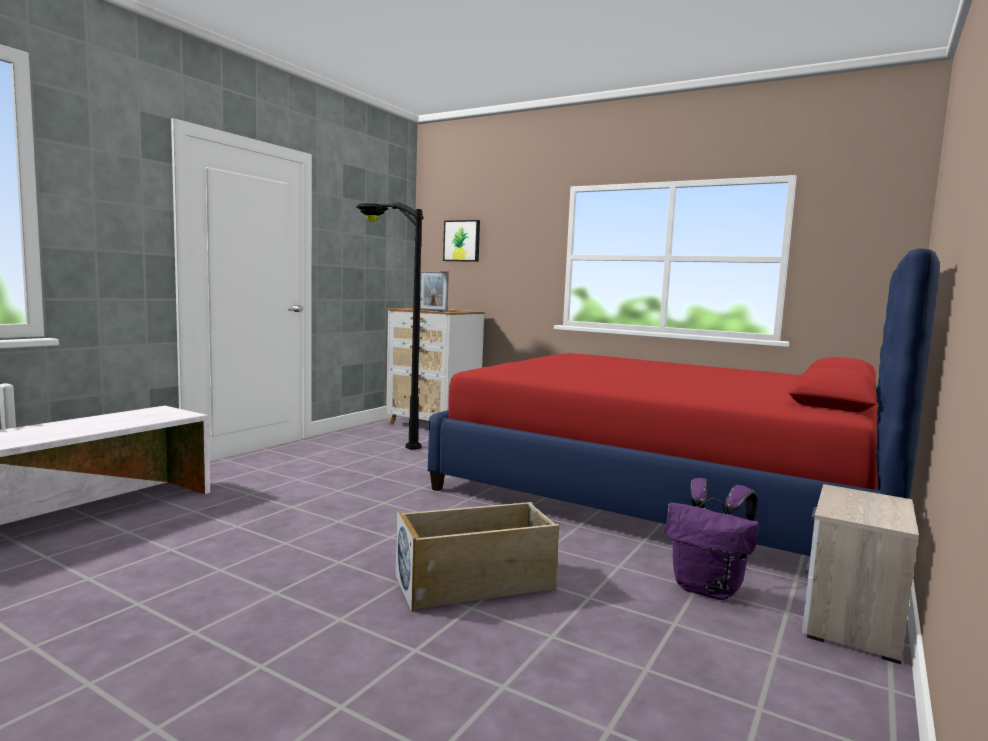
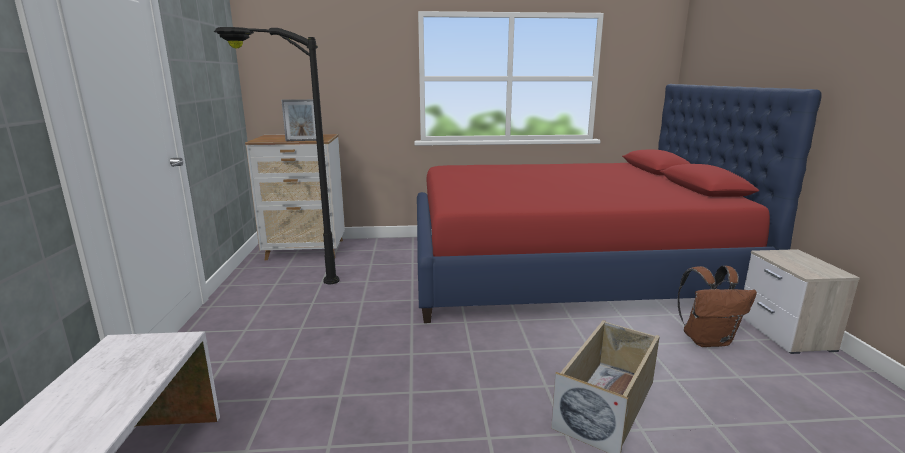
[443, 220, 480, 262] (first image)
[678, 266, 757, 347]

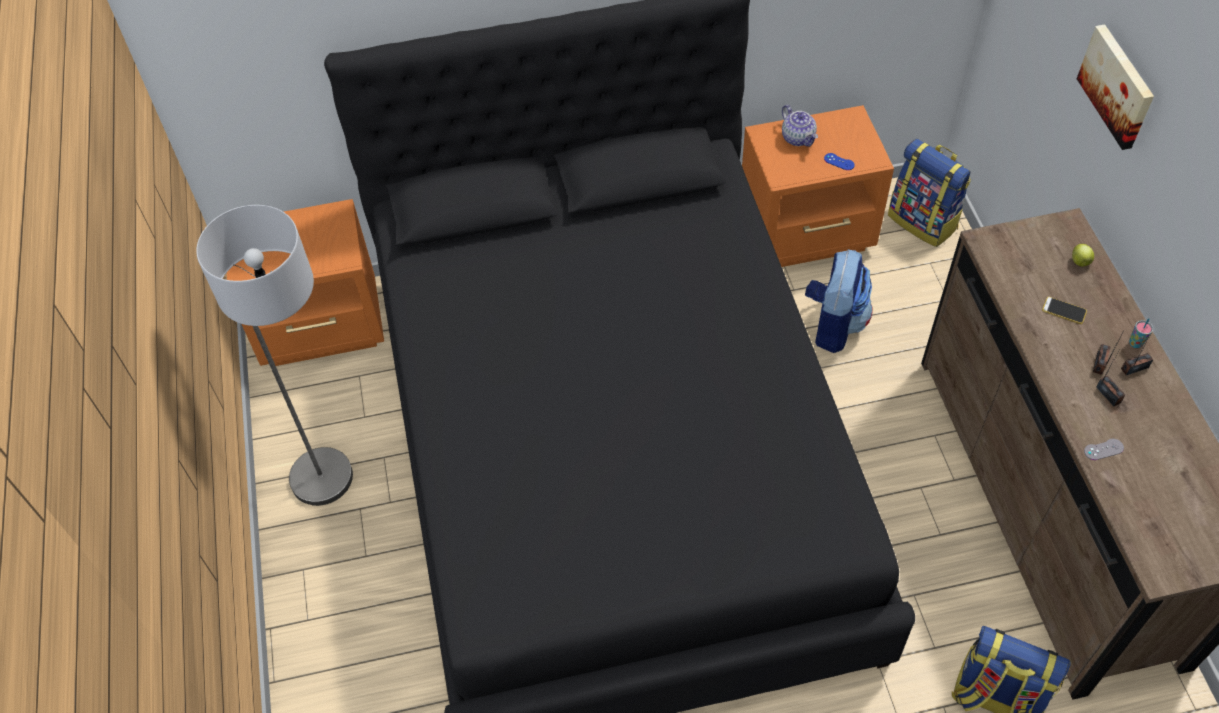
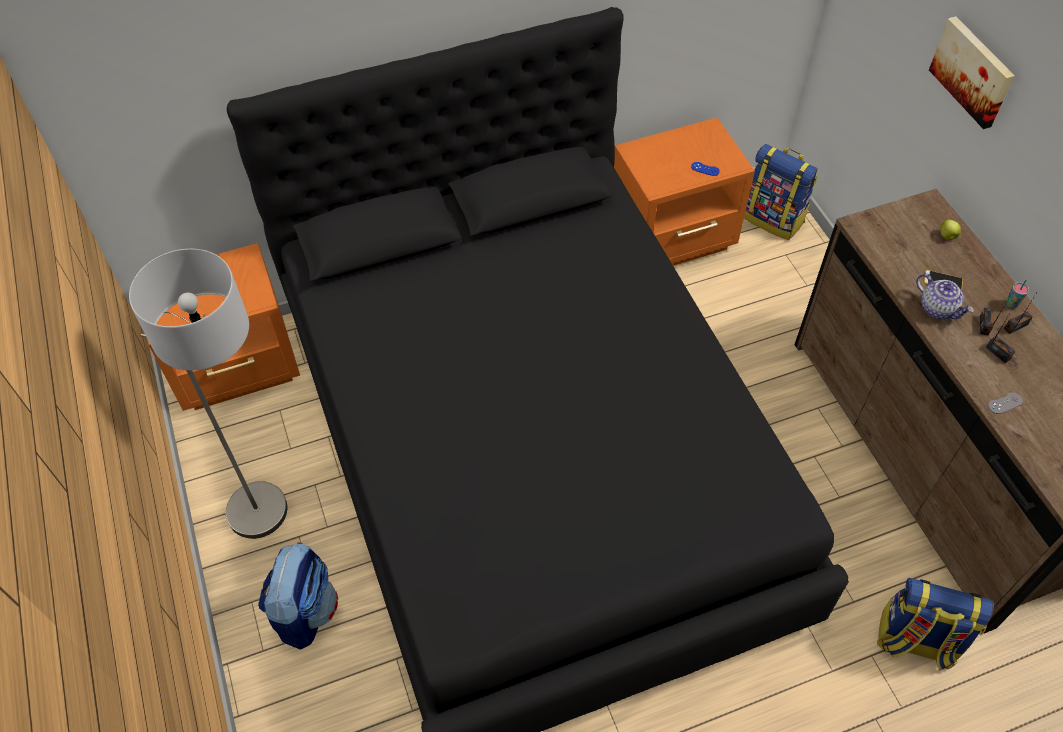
[916, 273, 974, 319]
[258, 543, 338, 649]

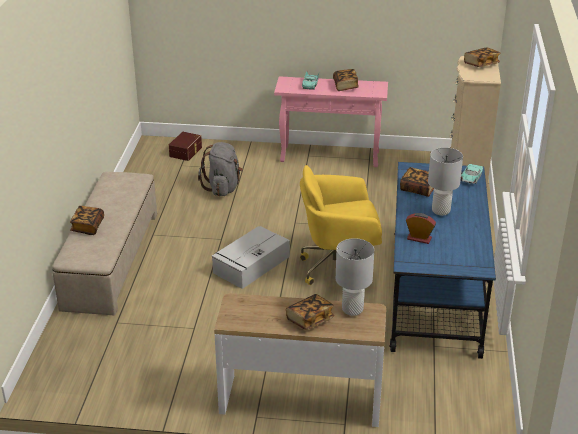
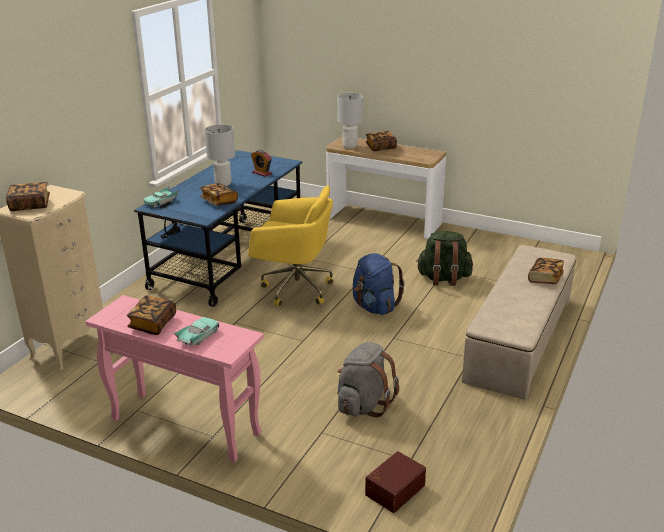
[416, 231, 473, 286]
[353, 253, 405, 315]

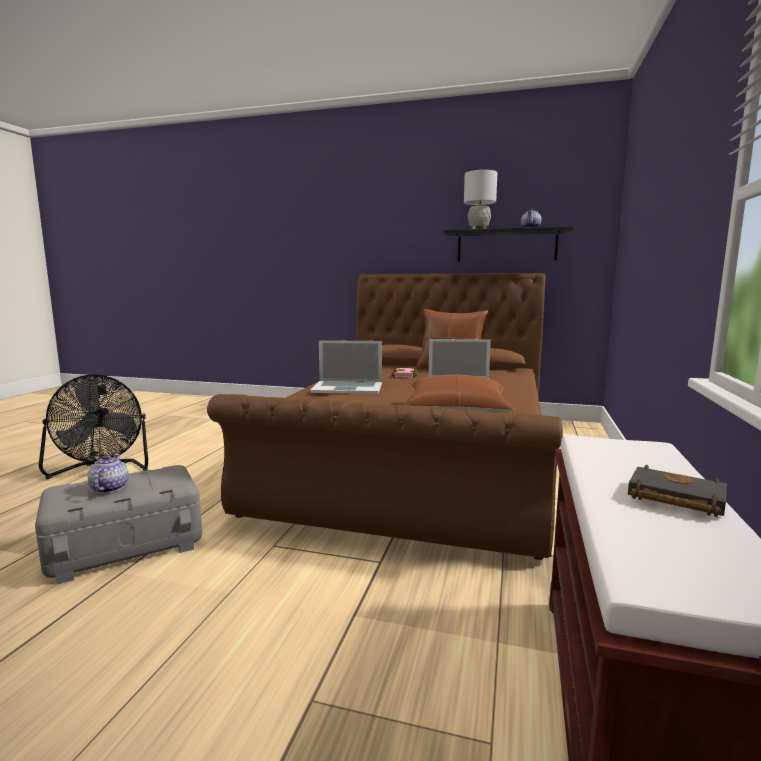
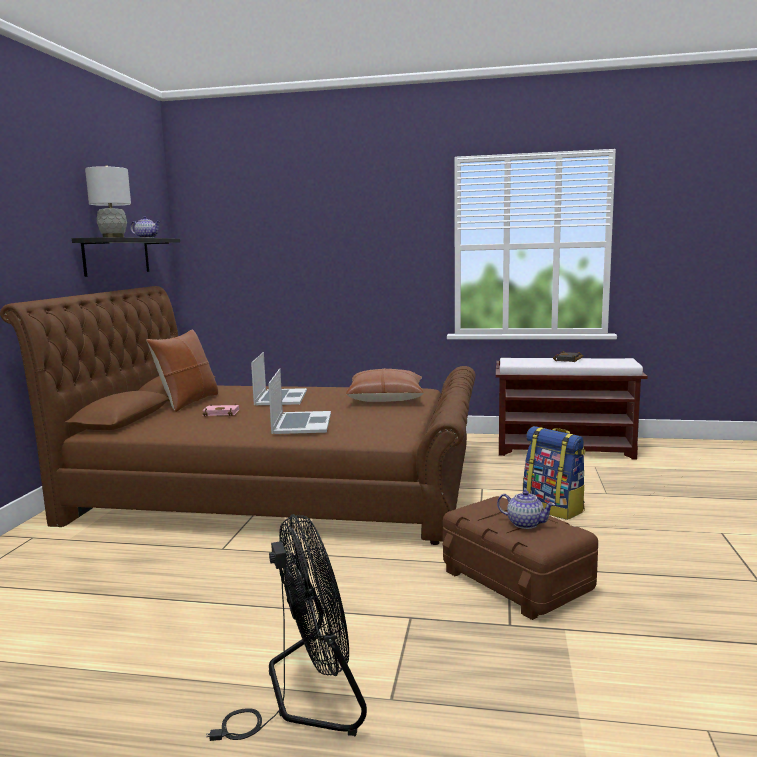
[523, 426, 586, 520]
[442, 496, 598, 620]
[497, 491, 555, 529]

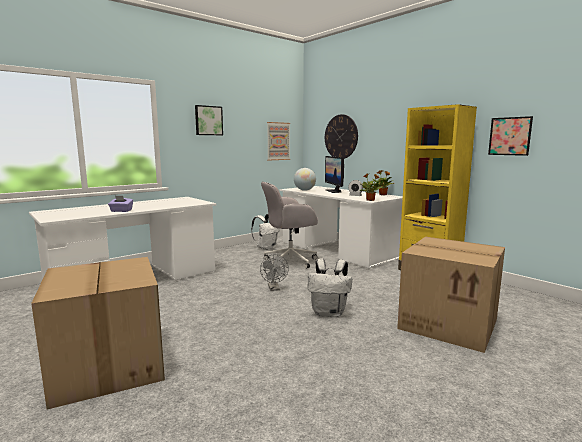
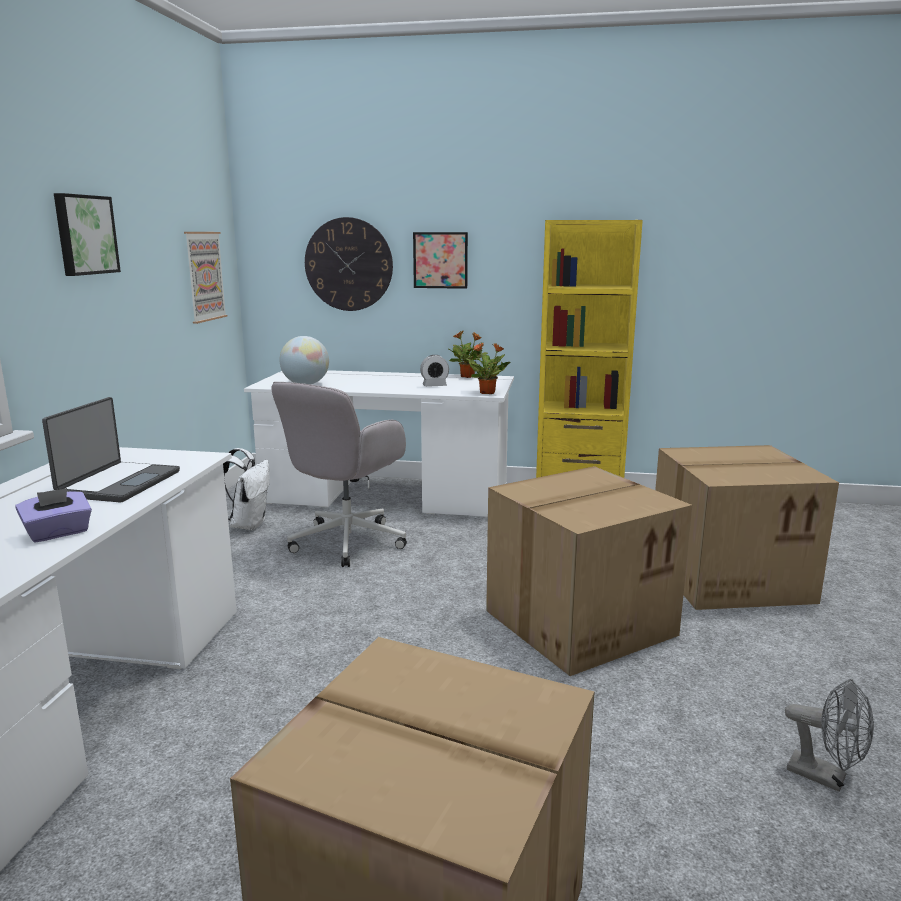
[325, 156, 344, 193] (first image)
[42, 397, 180, 502]
[785, 679, 874, 792]
[413, 232, 468, 289]
[486, 466, 692, 676]

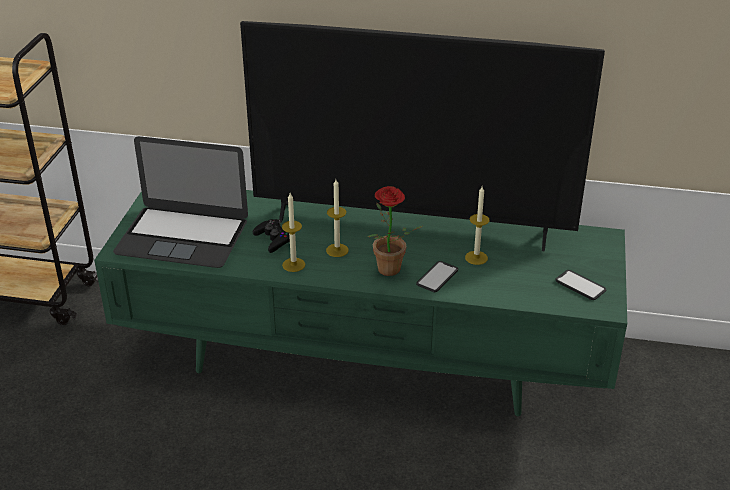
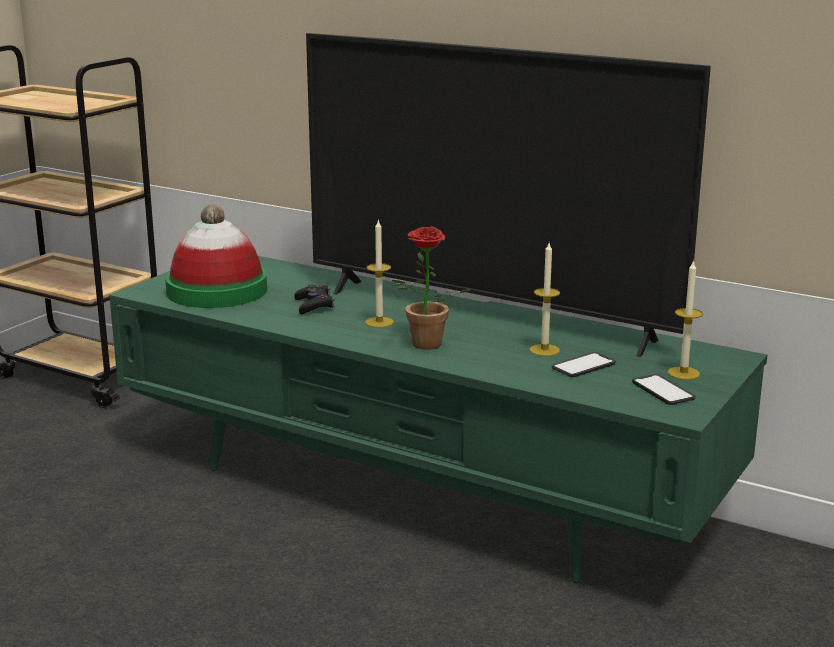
[668, 260, 703, 380]
[551, 352, 616, 377]
[165, 204, 267, 308]

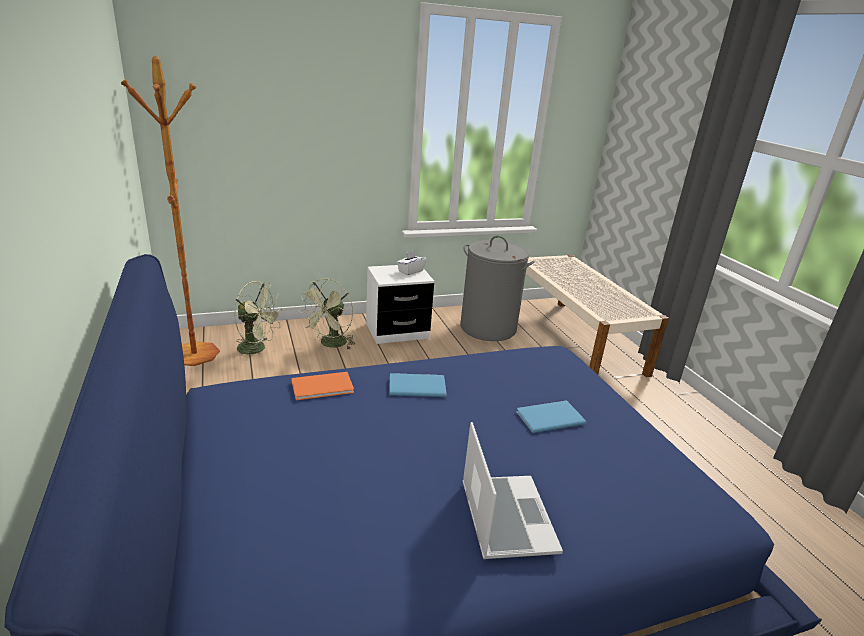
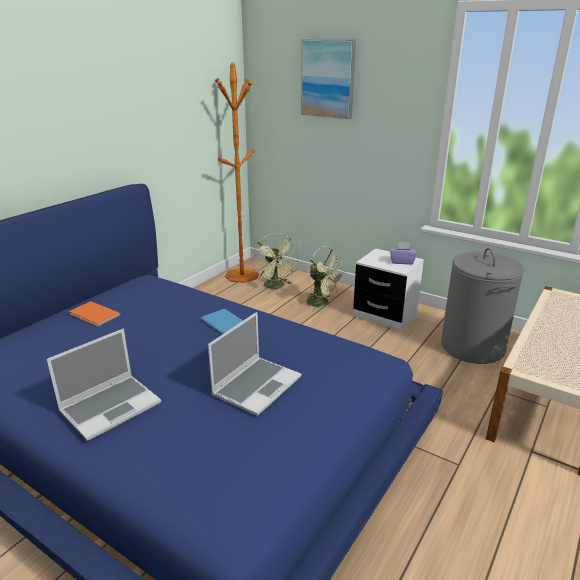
[301, 39, 356, 119]
[69, 301, 121, 327]
[208, 312, 301, 416]
[390, 242, 417, 265]
[306, 246, 346, 311]

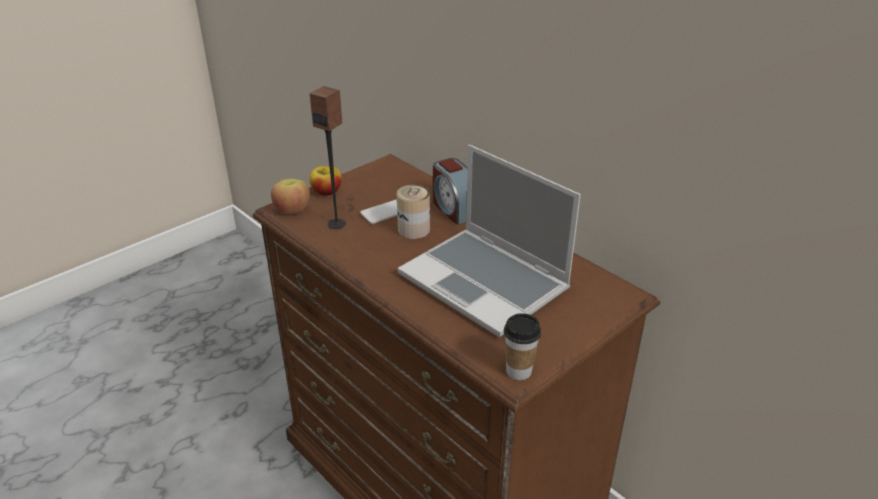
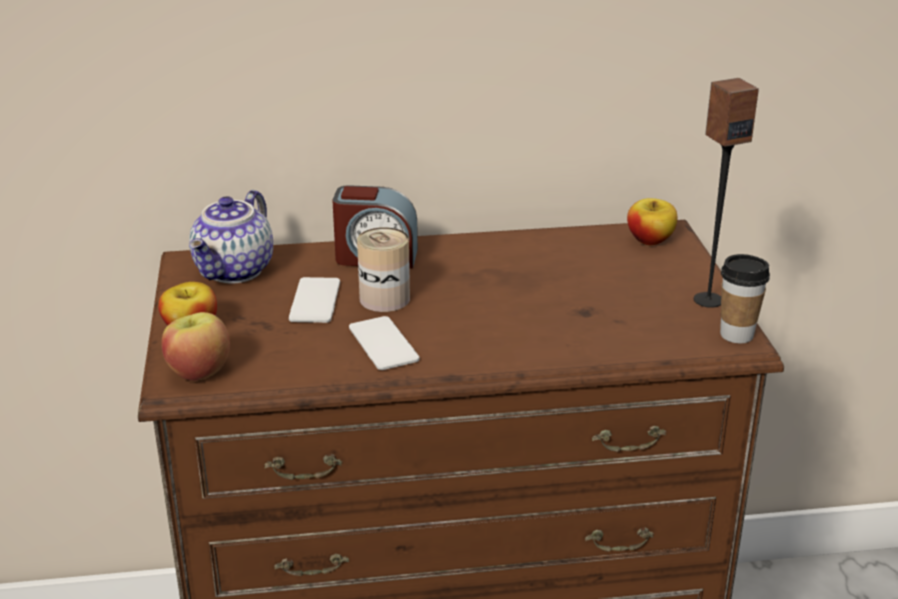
[398, 145, 581, 337] (first image)
[189, 190, 273, 284]
[349, 316, 419, 370]
[627, 198, 678, 245]
[694, 78, 759, 308]

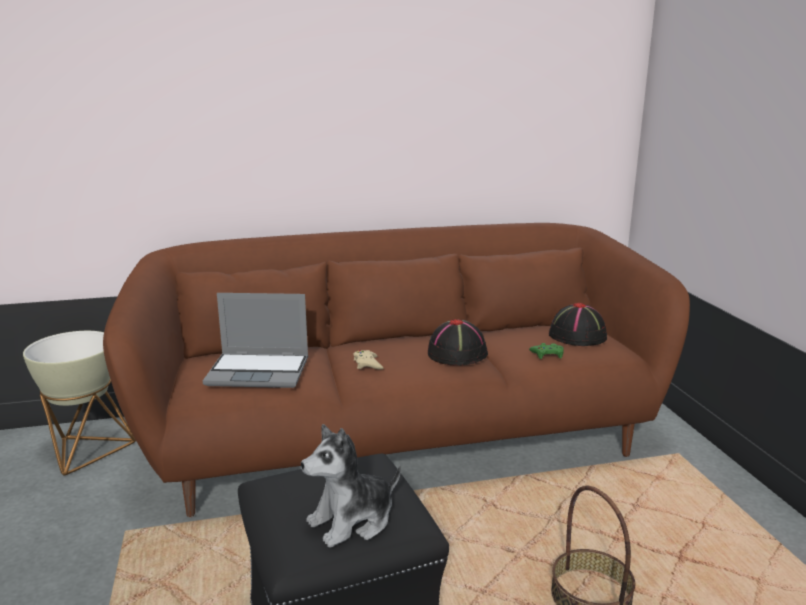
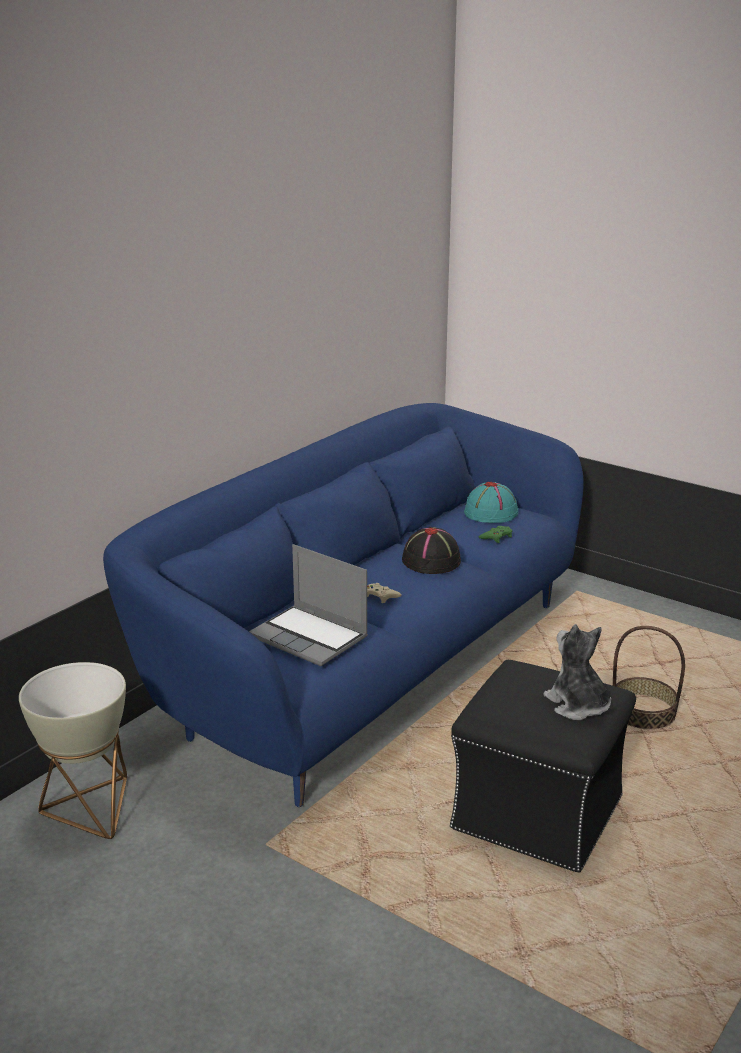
[103, 403, 584, 807]
[464, 482, 519, 523]
[249, 544, 368, 666]
[543, 624, 611, 720]

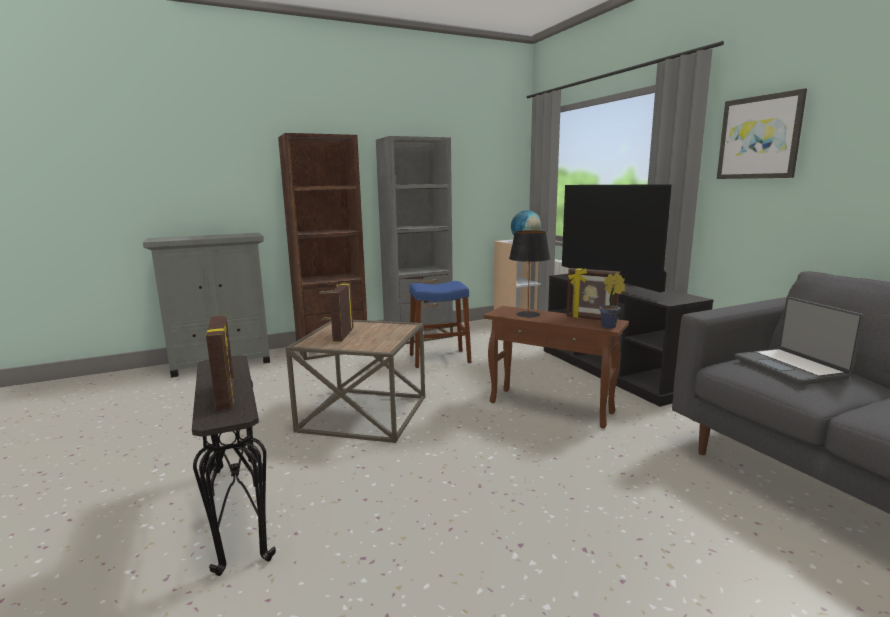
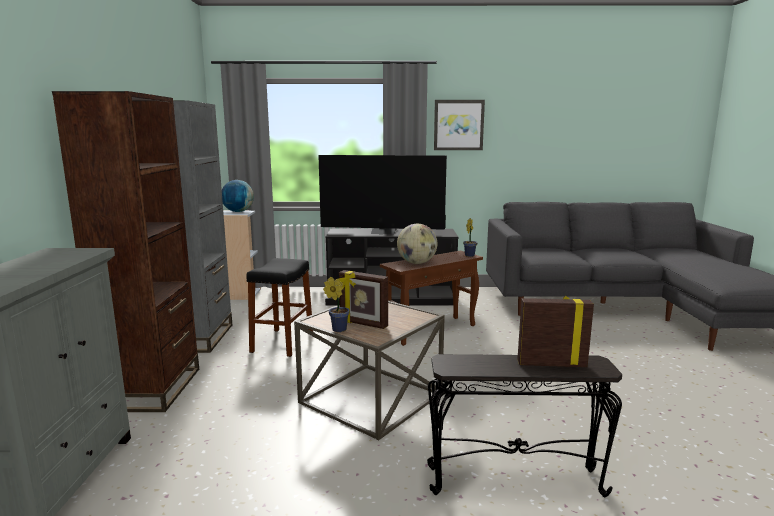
[566, 268, 620, 320] (first image)
[735, 297, 864, 385] (first image)
[323, 277, 350, 332]
[397, 224, 437, 264]
[246, 258, 313, 357]

